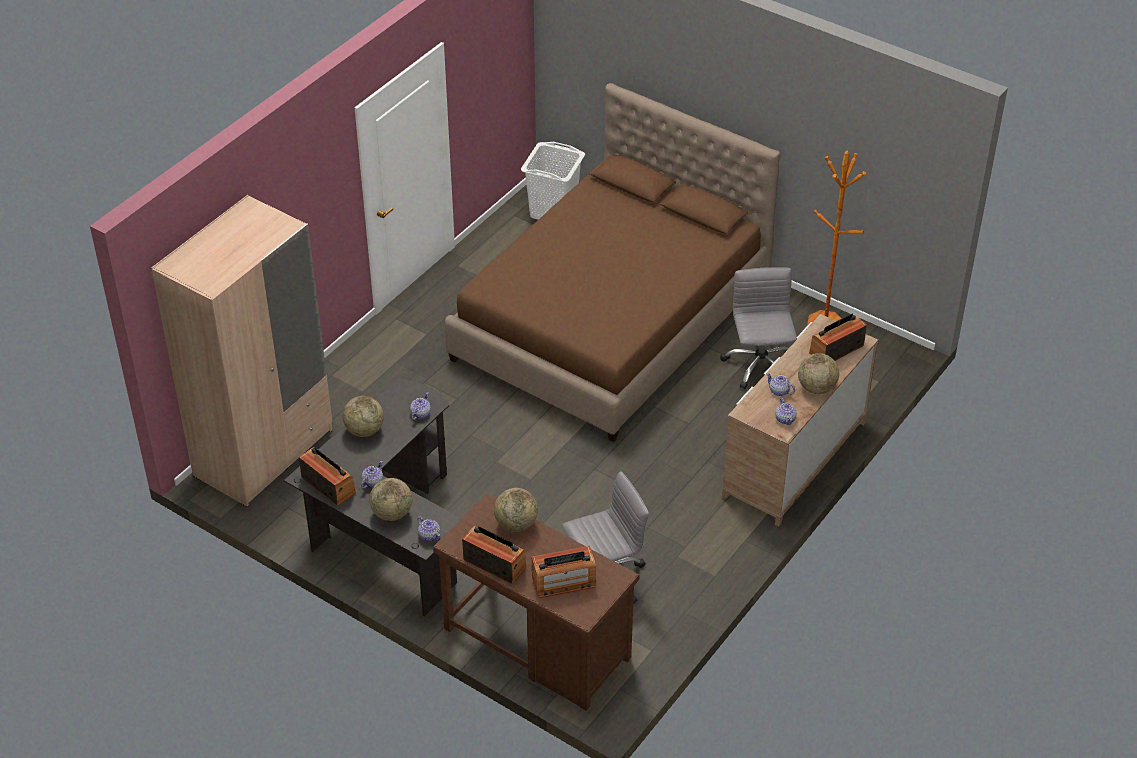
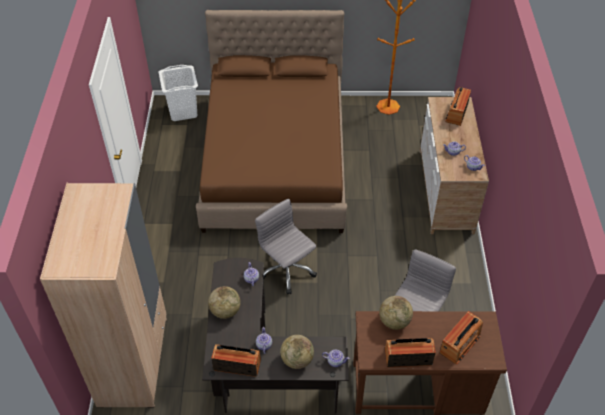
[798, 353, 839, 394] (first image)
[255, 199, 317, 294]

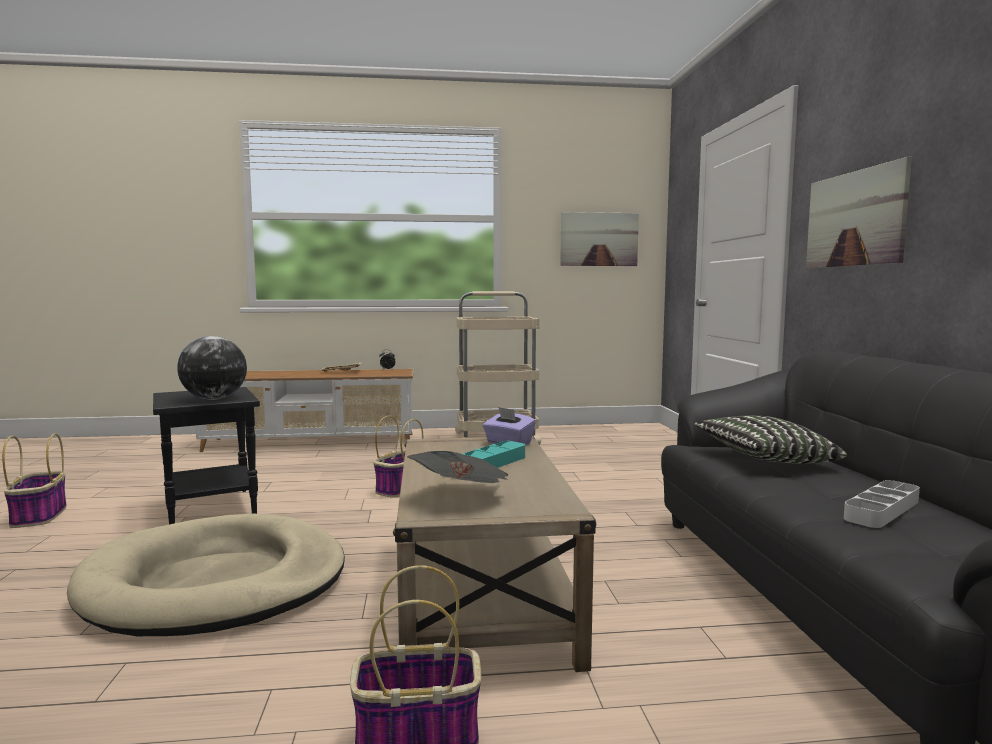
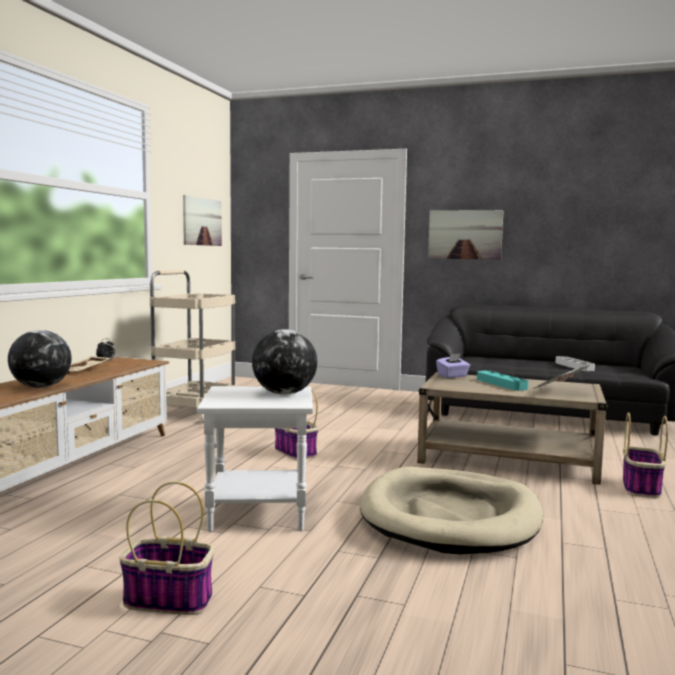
[695, 415, 848, 464] (first image)
[8, 330, 72, 388]
[197, 386, 313, 532]

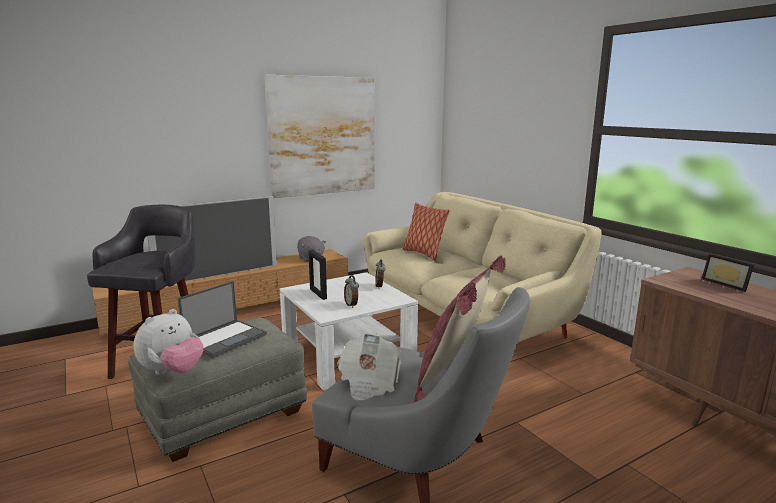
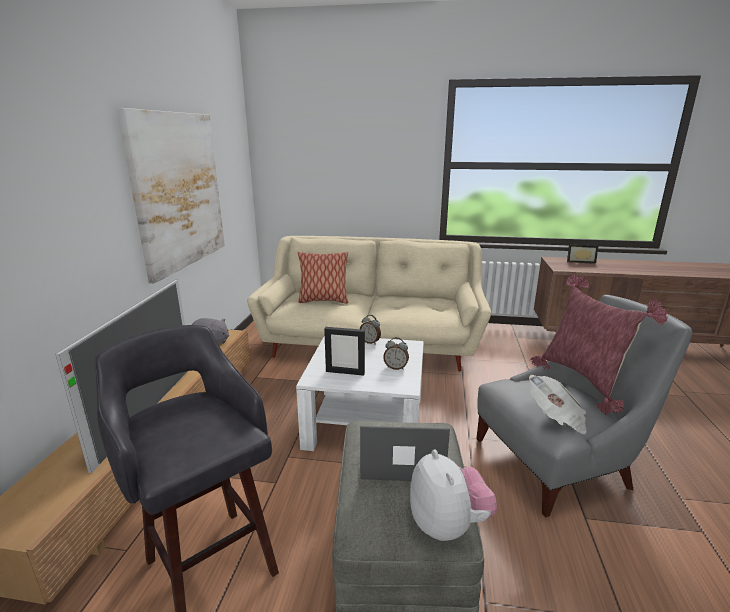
[360, 426, 450, 481]

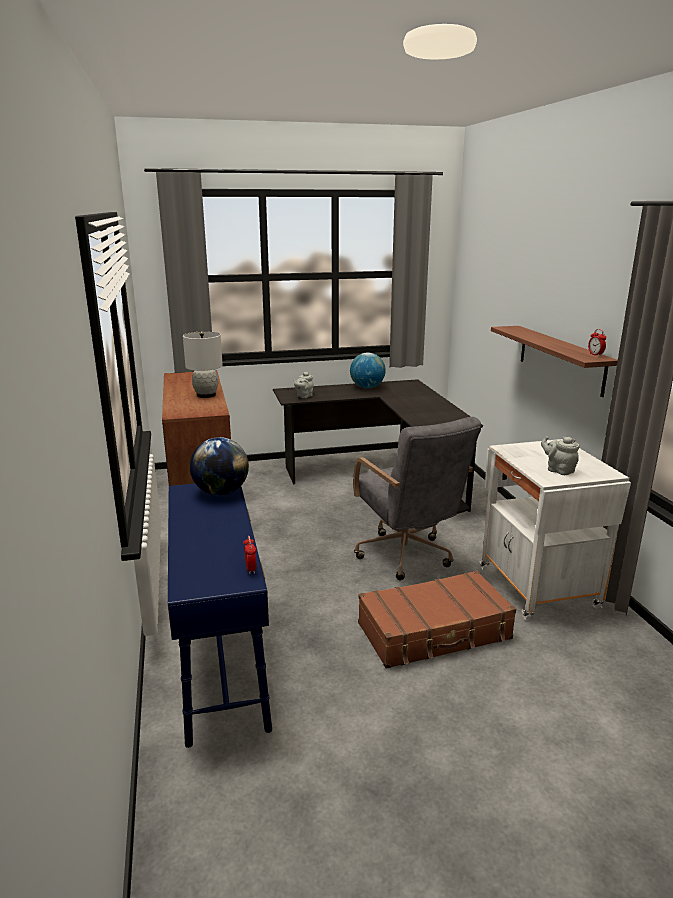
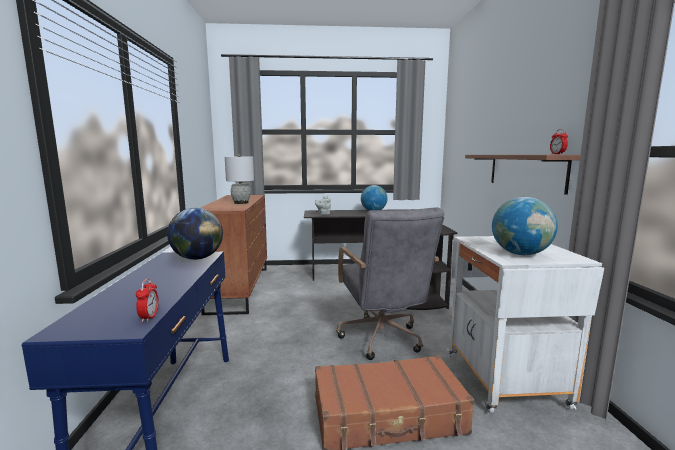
[492, 197, 558, 255]

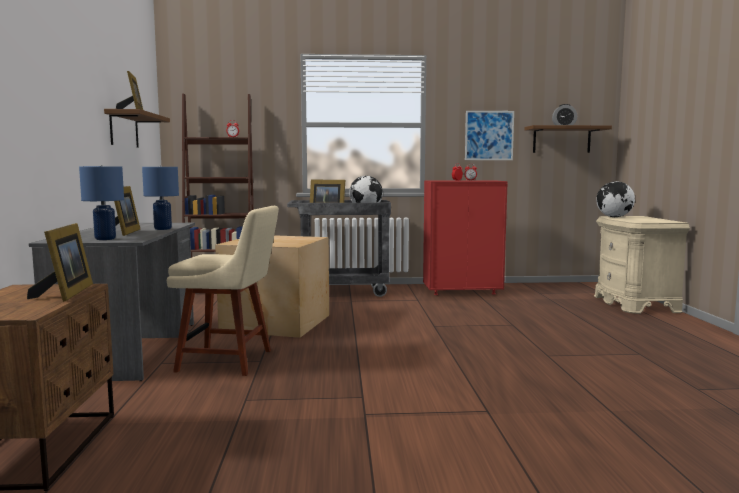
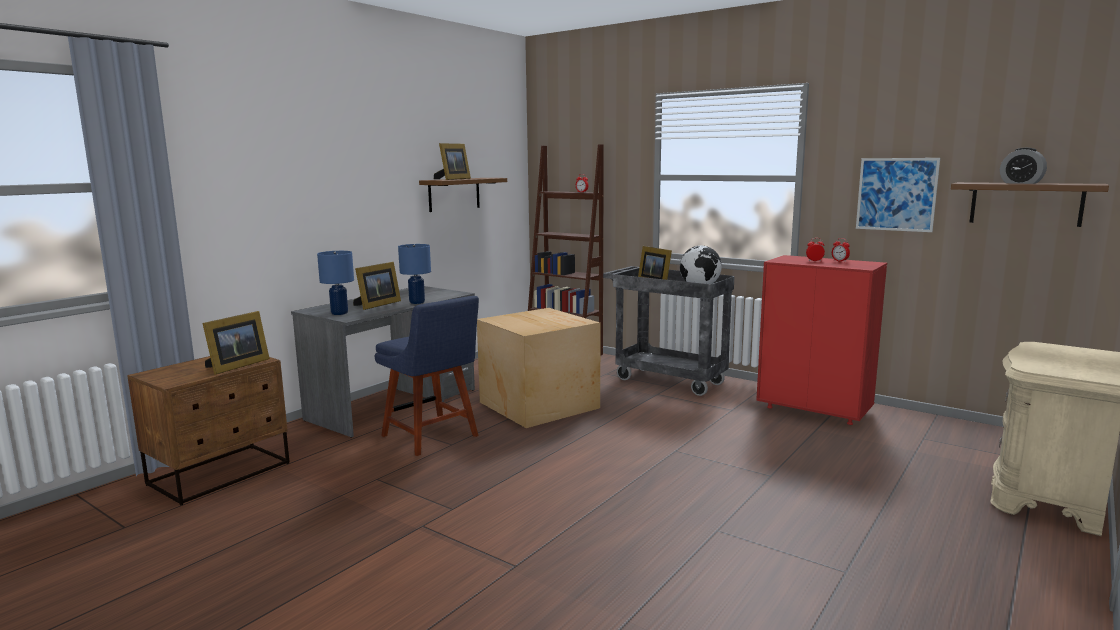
[596, 181, 635, 217] (first image)
[375, 296, 479, 456]

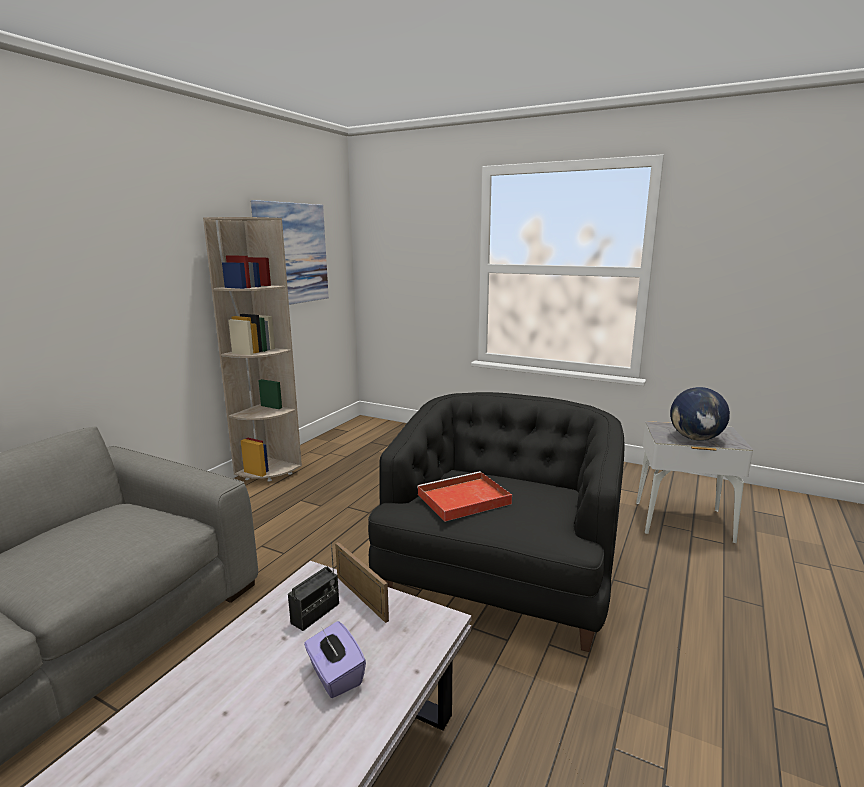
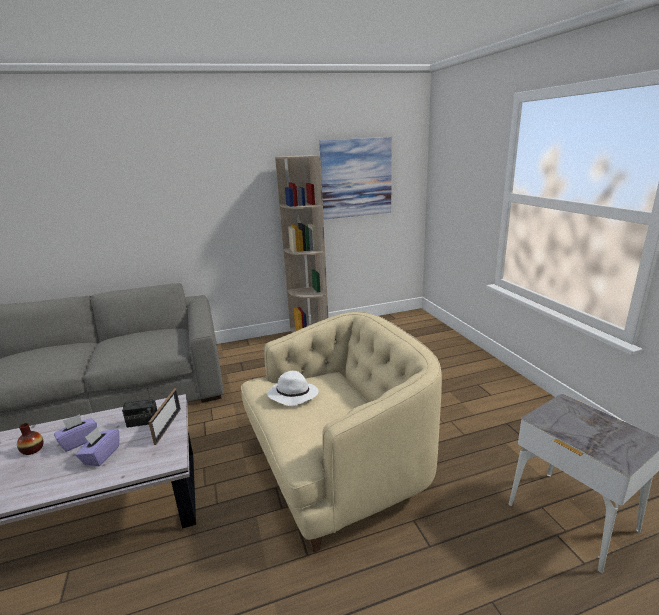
[670, 387, 730, 441] (first image)
[17, 423, 43, 455]
[54, 414, 97, 452]
[267, 371, 319, 406]
[241, 312, 442, 553]

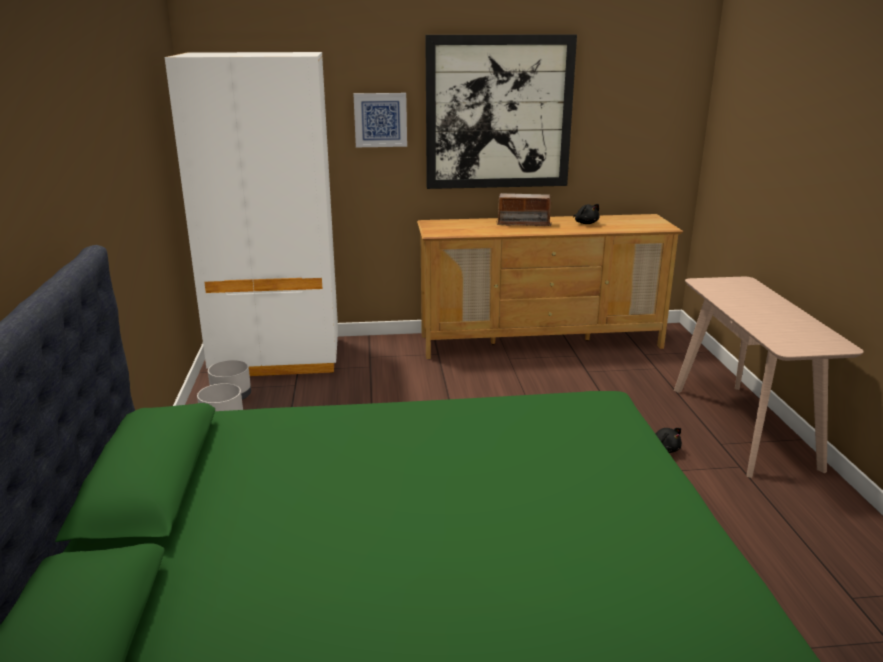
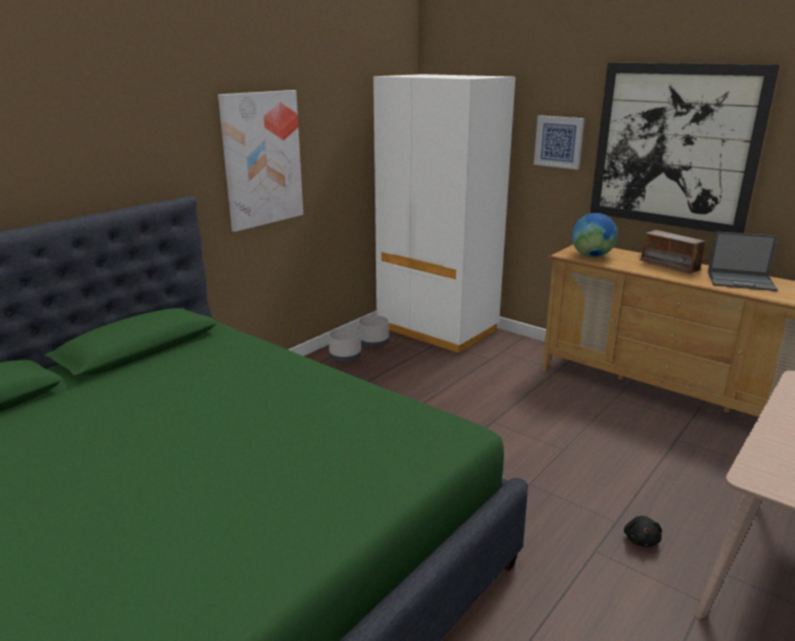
[218, 90, 303, 232]
[572, 213, 618, 257]
[708, 231, 778, 291]

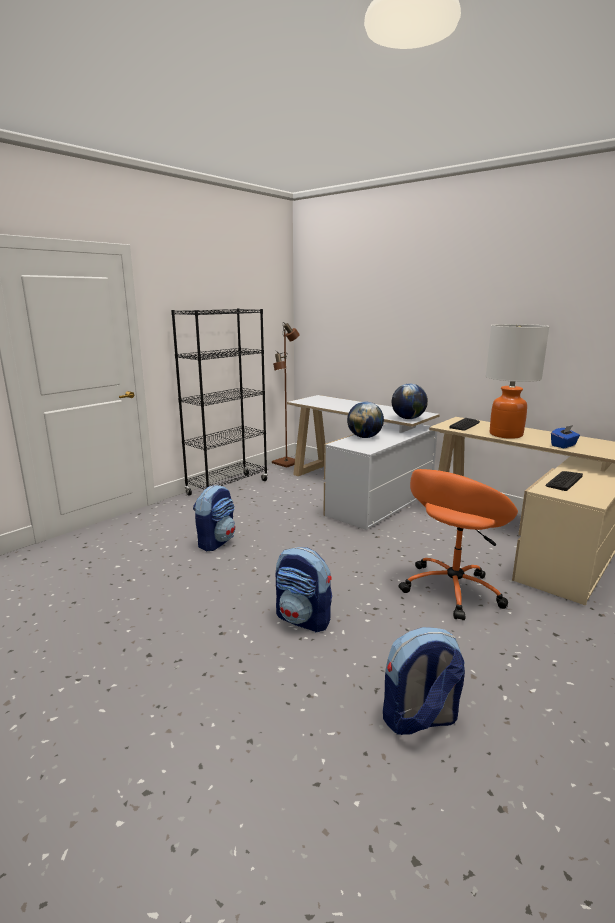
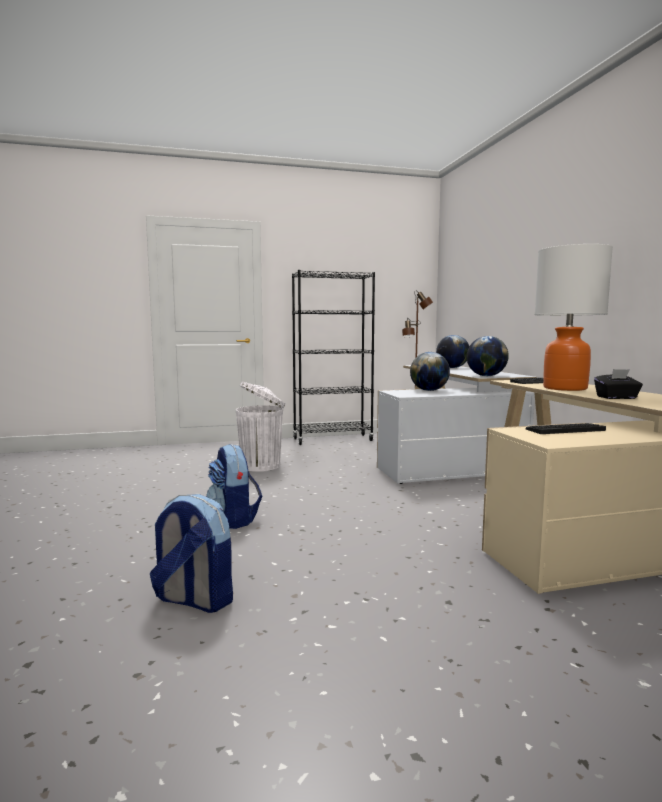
[399, 469, 518, 620] (first image)
[436, 335, 469, 368]
[236, 382, 285, 472]
[594, 369, 643, 399]

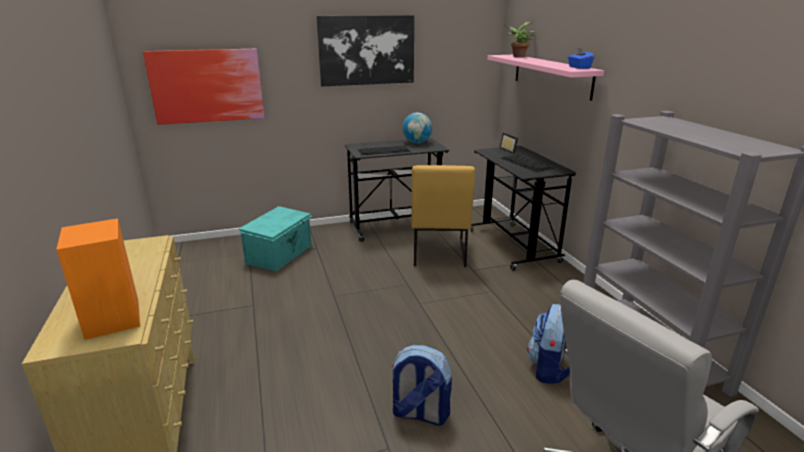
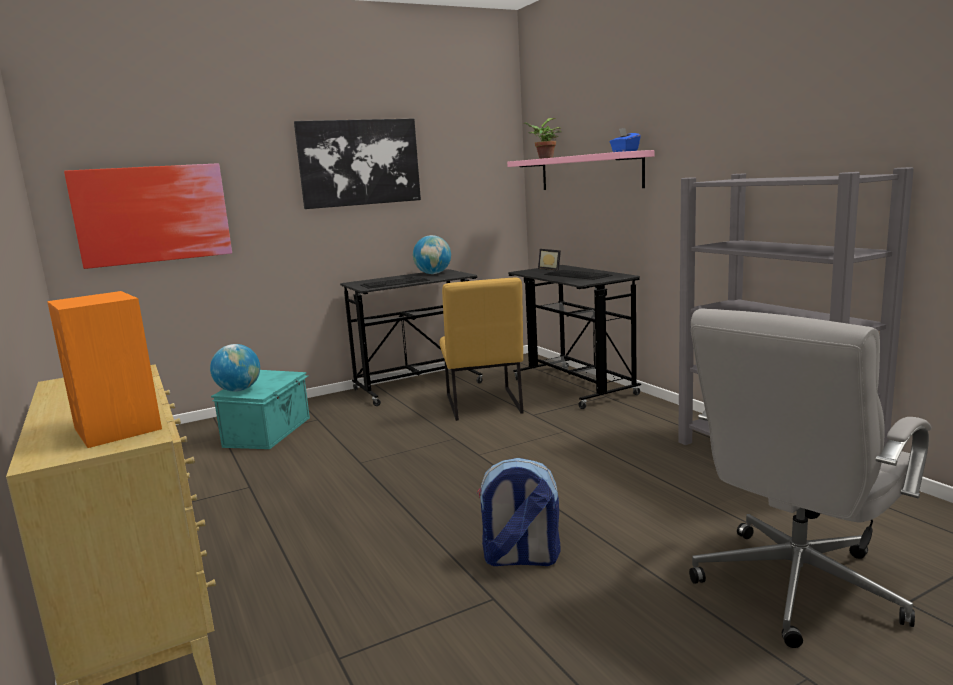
[527, 304, 570, 384] (first image)
[210, 344, 260, 392]

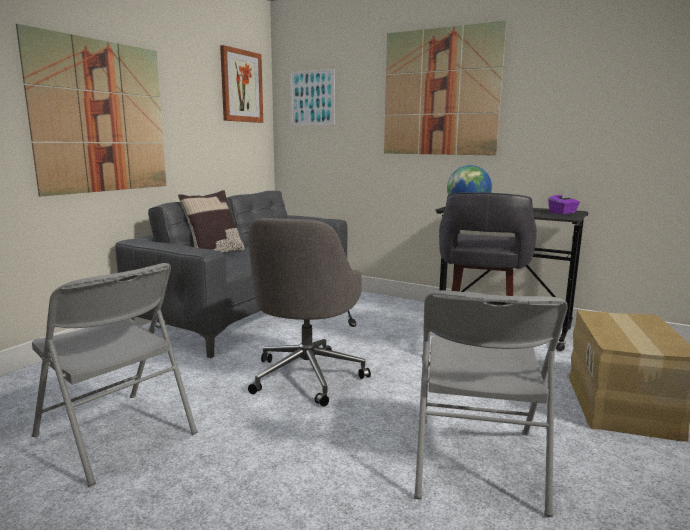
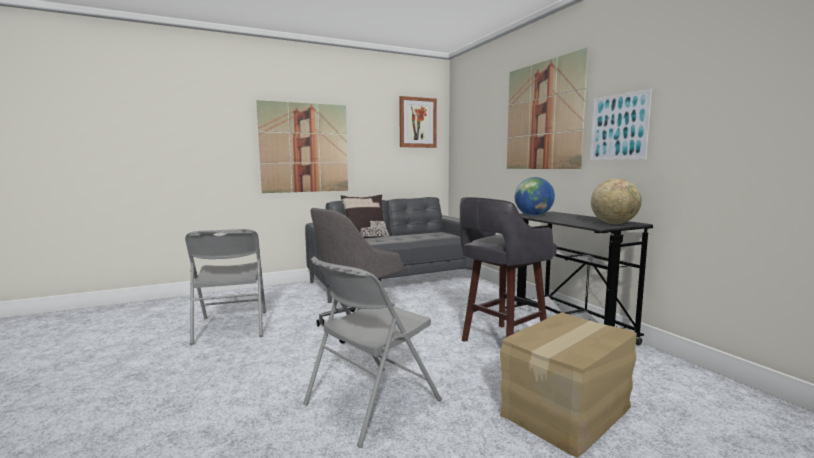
[590, 89, 652, 160]
[591, 179, 642, 224]

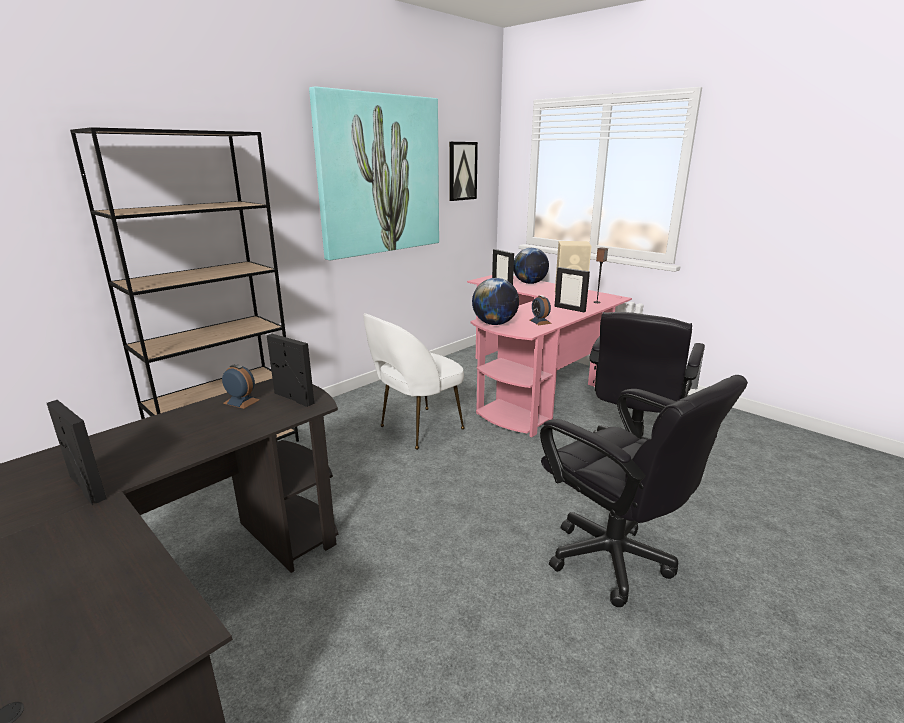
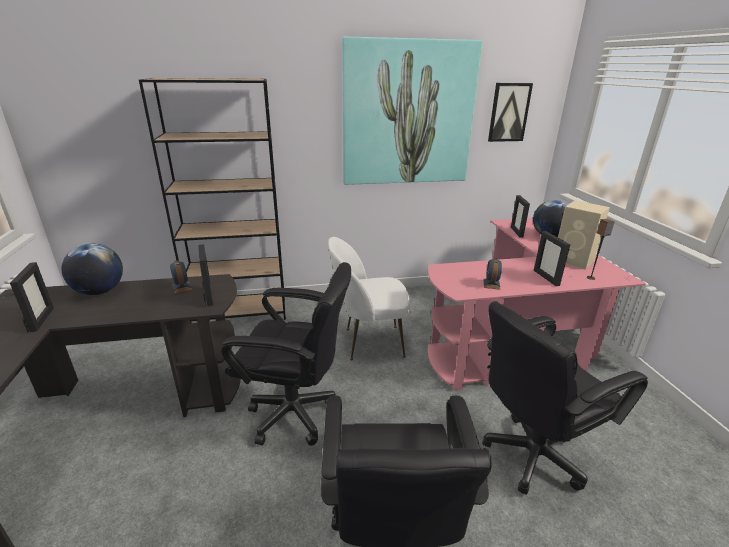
[221, 262, 351, 446]
[61, 243, 123, 295]

